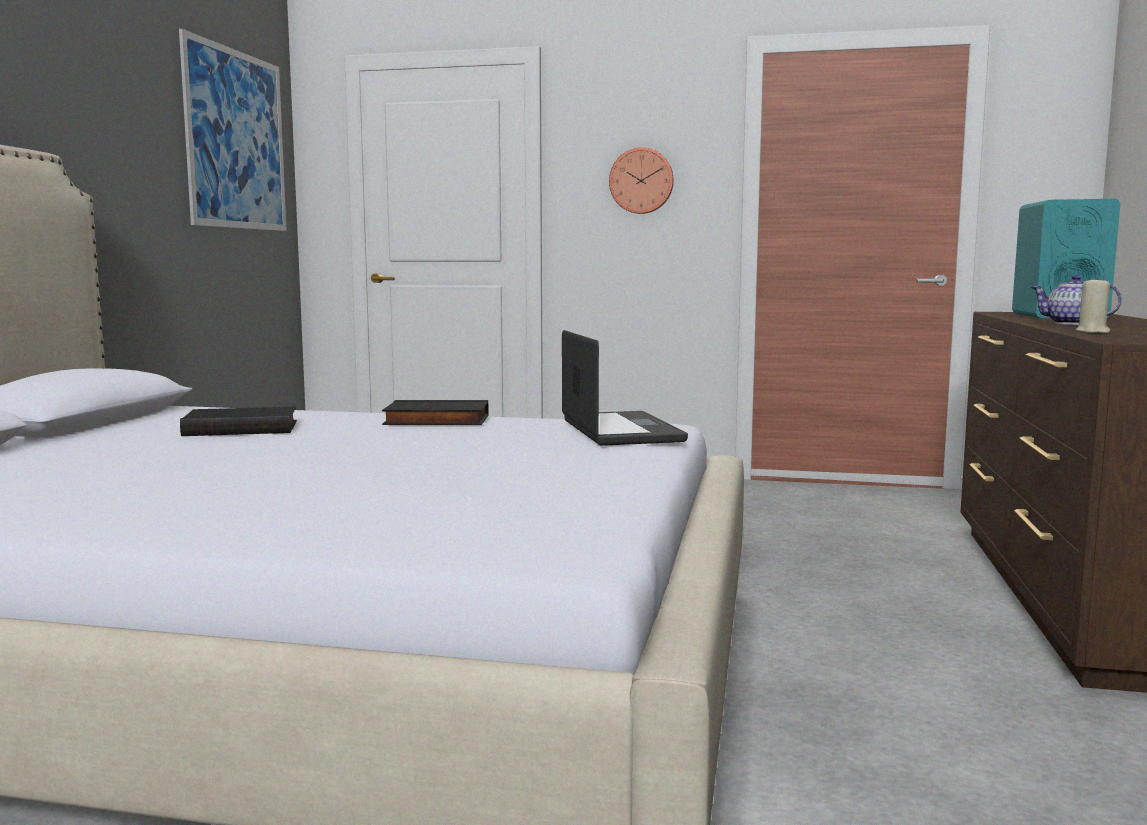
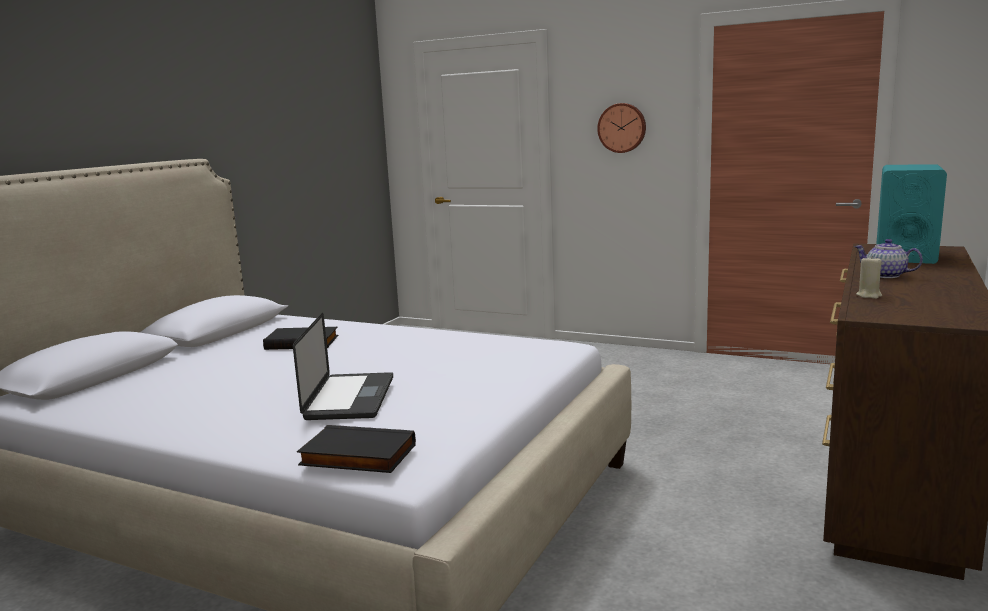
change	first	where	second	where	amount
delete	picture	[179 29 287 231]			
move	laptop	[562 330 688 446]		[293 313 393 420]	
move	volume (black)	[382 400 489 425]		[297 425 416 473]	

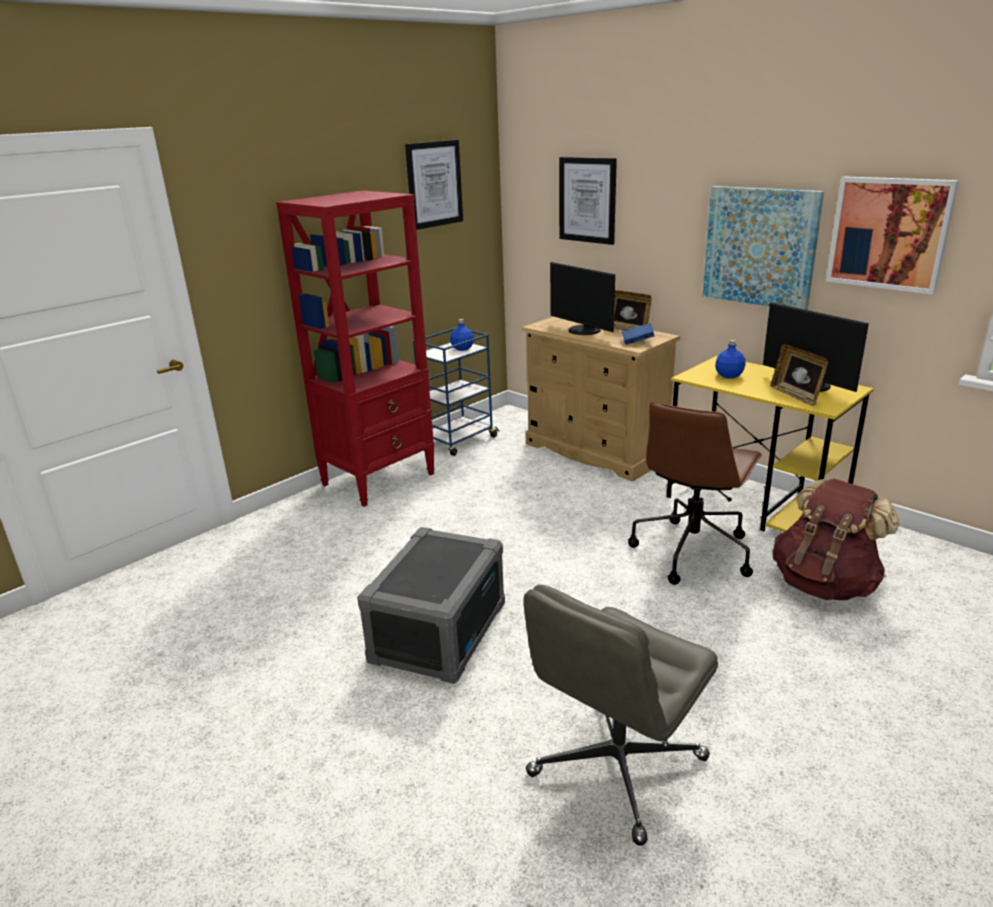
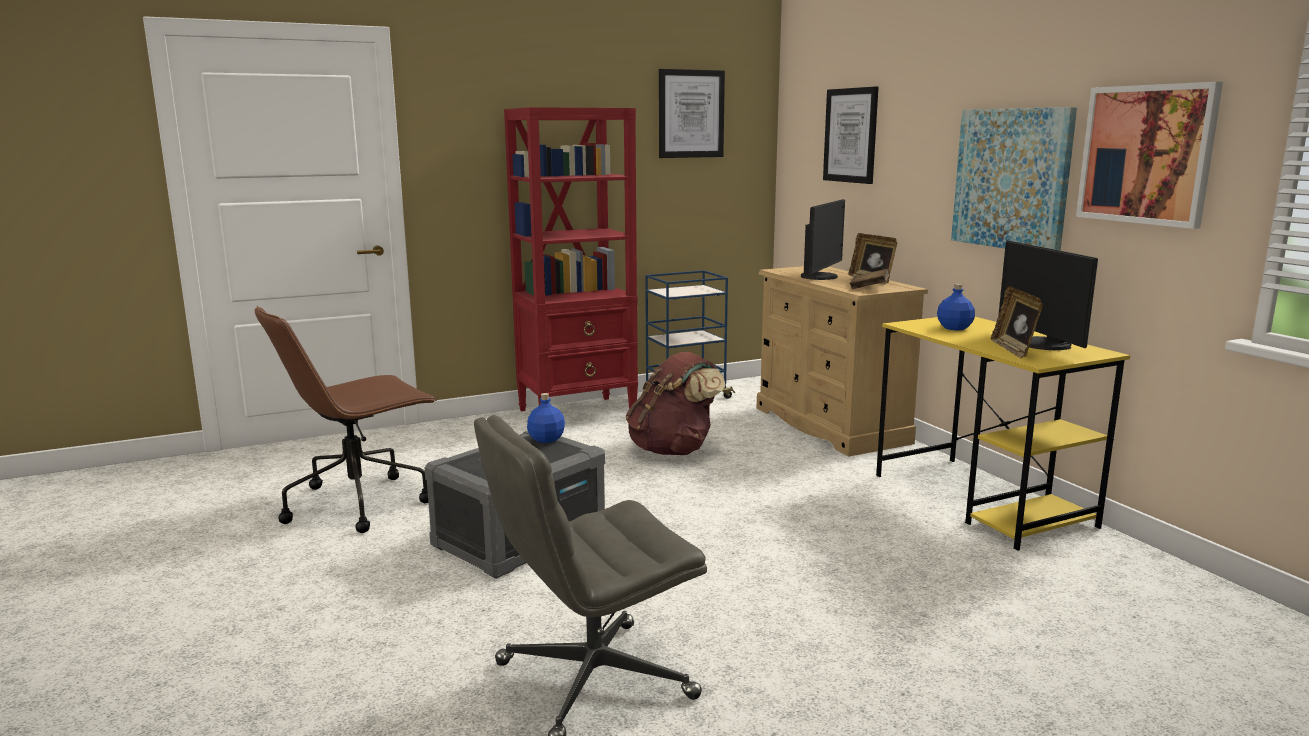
change	first	where	second	where	amount
rotate	computer display	[550 262 615 335]		[801 199 845 280]	135 degrees counterclockwise
move	bottle (blue-coloured)	[450 319 474 351]		[527 393 565 443]	
recolor	volume (blue-coloured)	[622 323 655 345]	volume (brownish)	[850 269 890 289]	
move	desk chair (brownish)	[628 402 763 585]		[255 306 437 533]	
move	rucksack (brownish)	[772 478 900 600]		[626 352 726 455]	

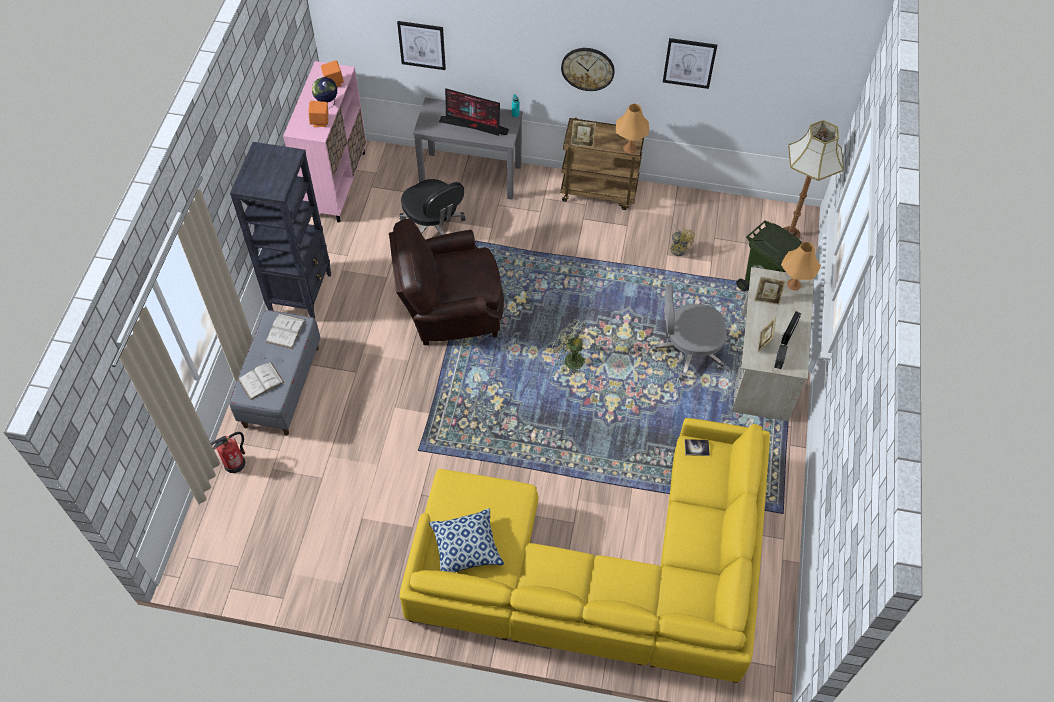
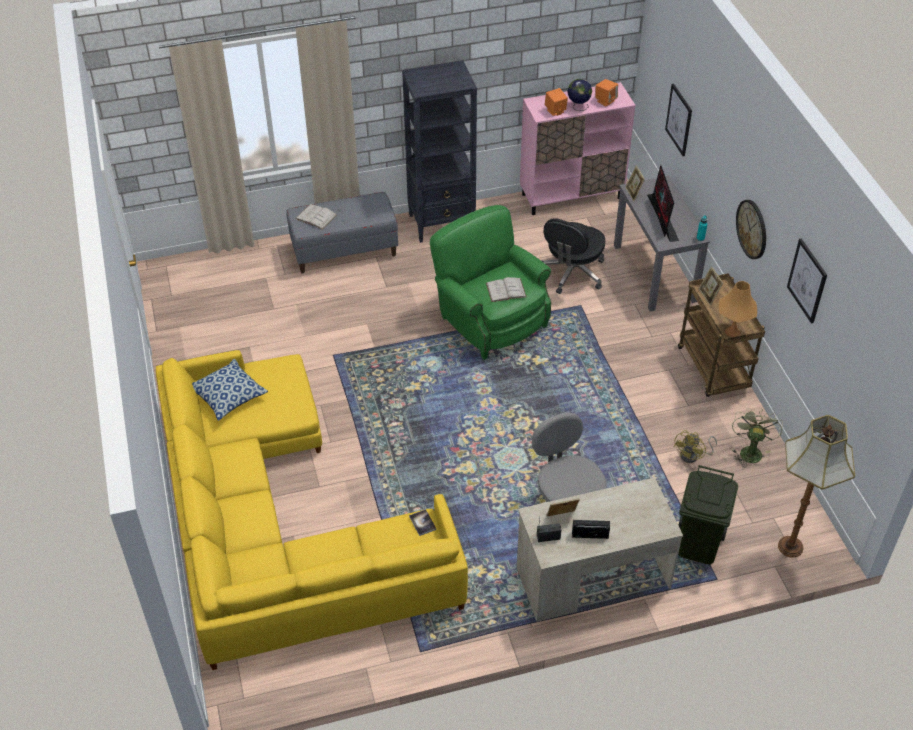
change	first	where	second	where	amount
recolor	lounge chair (brownish)	[389 218 504 345]	lounge chair (green)	[430 205 551 360]	
delete	lamp for a table (orangey)	[781 242 821 290]			
move	standing frame	[754 277 786 305]		[625 165 645 201]	
move	volume (whitish)	[266 313 305 349]		[486 277 526 302]	
move	fan (green)	[550 319 586 374]		[732 408 783 468]	
delete	fire extinguisher	[210 432 245 473]			

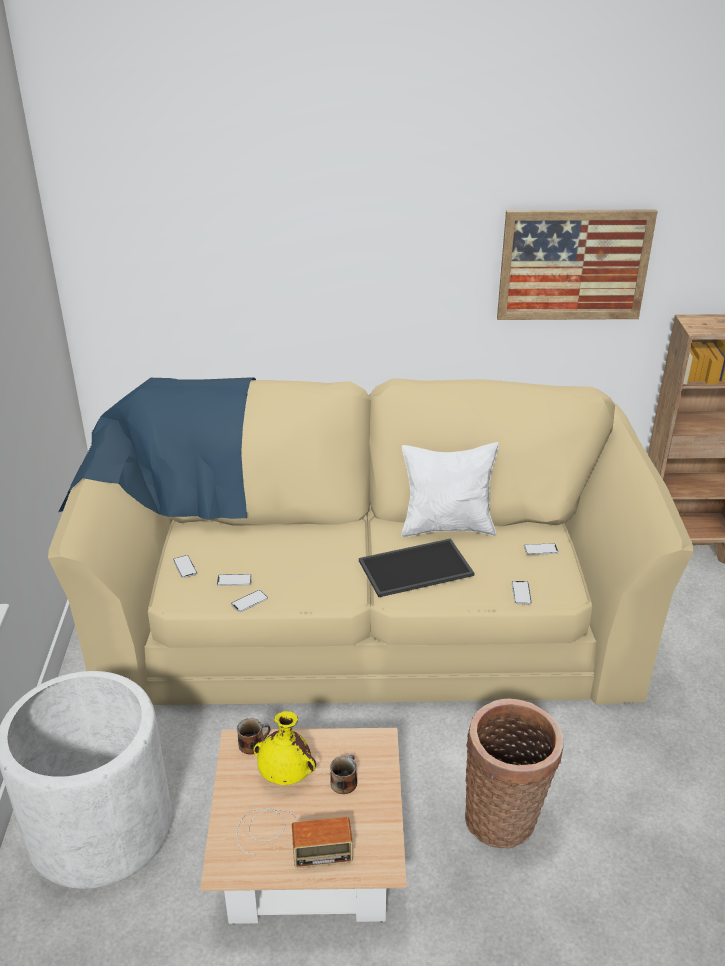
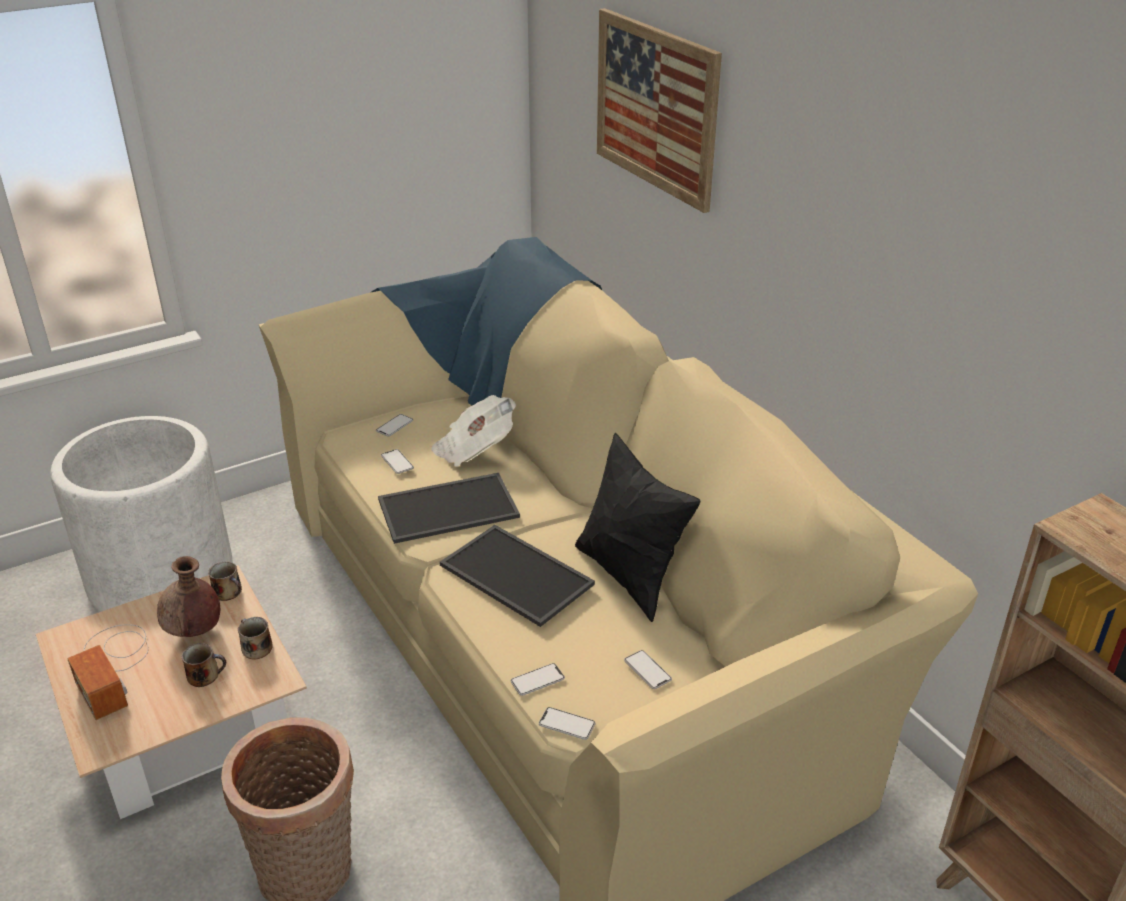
change	first	where	second	where	amount
move	picture	[497 209 658 320]		[597 8 722 213]	
recolor	throw pillow (whitish)	[401 442 499 537]	throw pillow (black)	[575 433 700 622]	
move	telephone	[231 590 268 612]		[539 707 595 740]	
recolor	decorative vase (yellowish)	[253 711 316 785]	decorative vase (brownish)	[157 556 220 637]	
insert			daily paper	[431 395 516 467]	
insert			tray	[378 473 520 544]	
insert			mug	[238 617 272 660]	

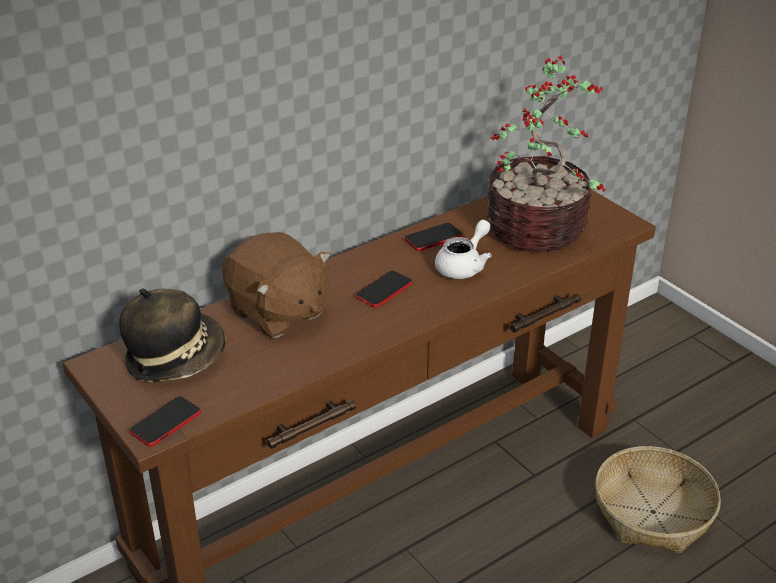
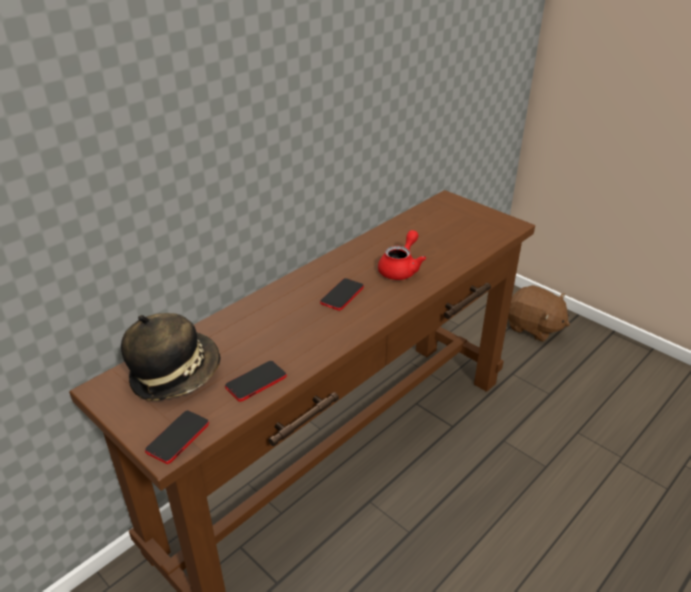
change	first	where	second	where	amount
delete	houseplant	[487 55 607 253]			
recolor	teapot (whitish)	[435 220 492 279]	teapot (red)	[378 230 426 280]	
move	telephone	[405 223 463 251]		[225 361 287 402]	
move	plush toy (brownish)	[222 232 331 338]		[508 285 570 342]	
delete	basket	[596 446 721 554]			

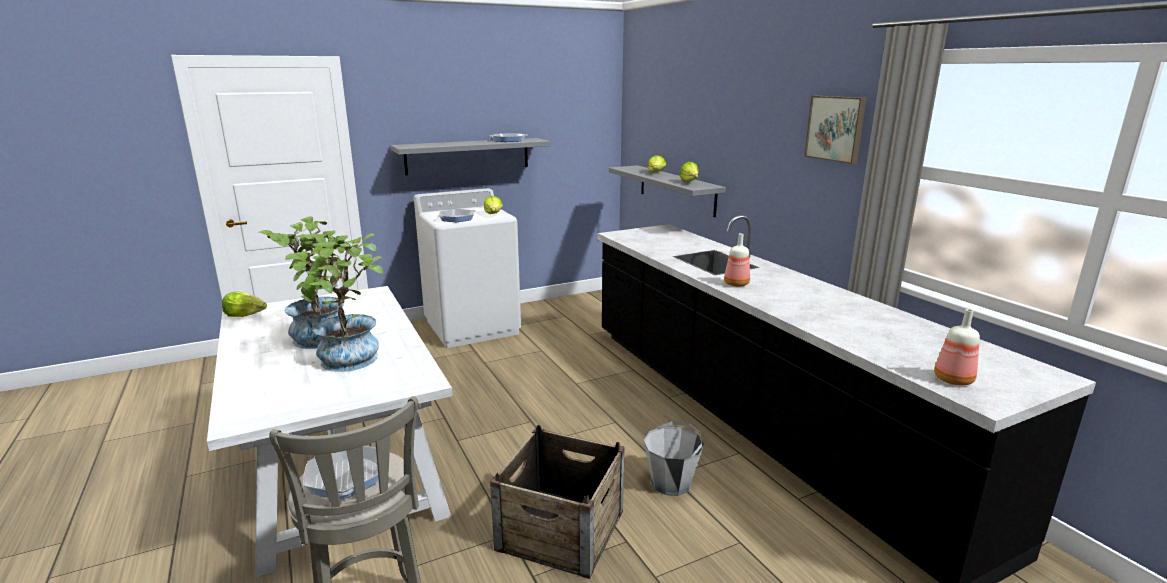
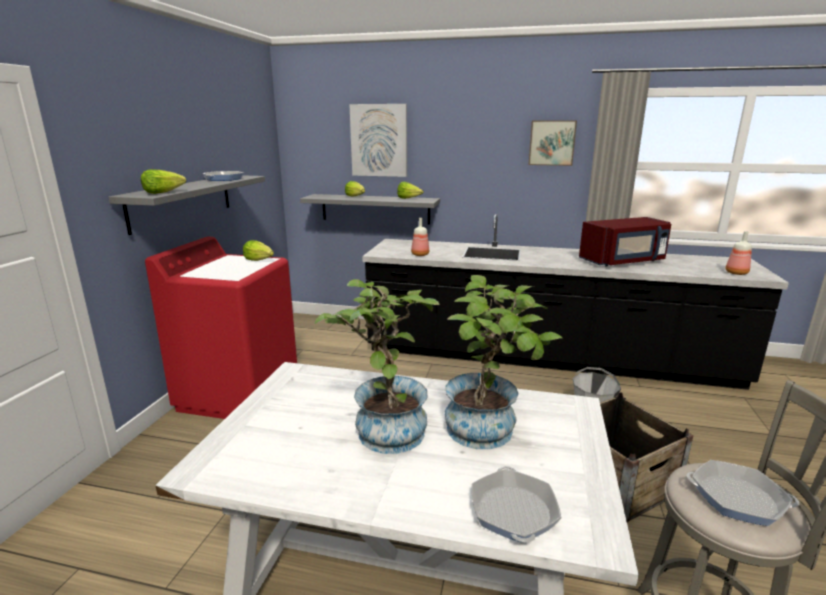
change	first	where	second	where	amount
recolor	laundry appliance (whitish)	[414 188 521 348]	laundry appliance (red)	[145 237 297 419]	
move	skillet	[437 209 476 222]		[471 466 562 543]	
move	bottle	[724 233 750 287]		[411 218 429 256]	
move	lettuce head	[222 291 267 317]		[141 169 186 194]	
insert			picture	[349 104 407 177]	
insert			microwave (red)	[579 217 671 266]	

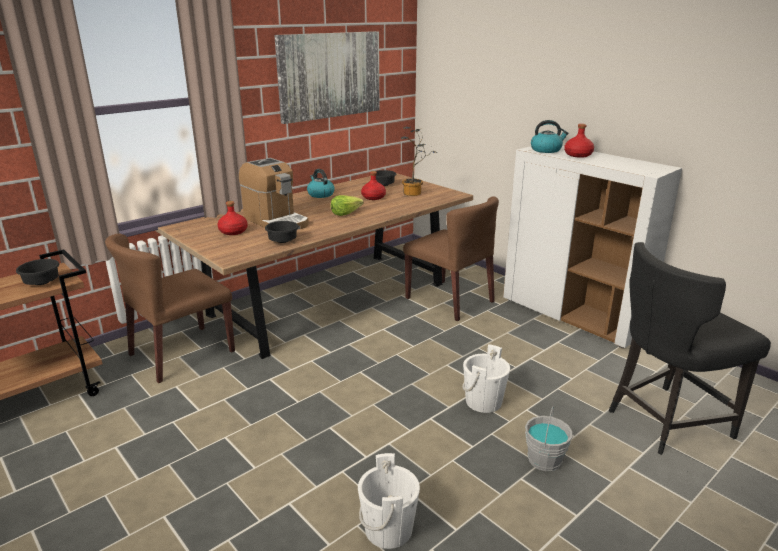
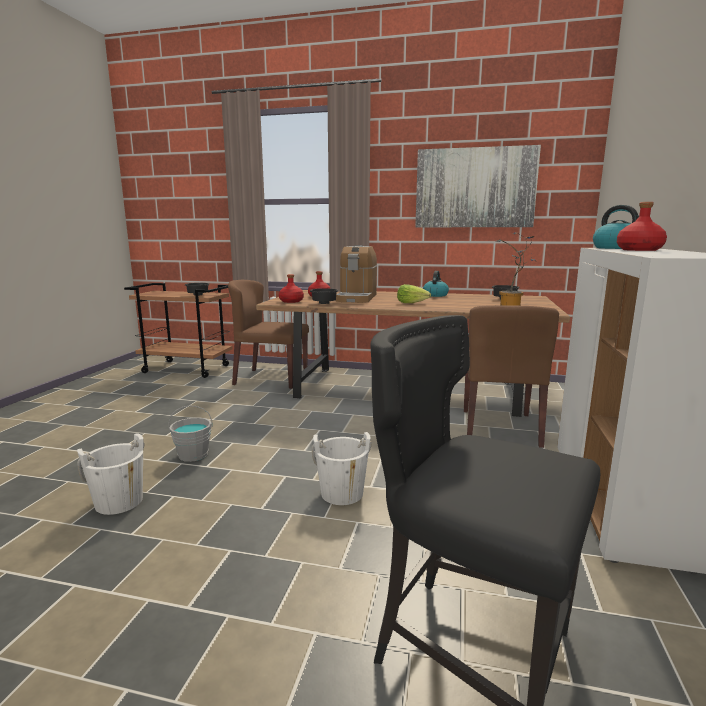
change	first	where	second	where	amount
move	bottle (red)	[361 171 386 200]		[279 274 304 303]	
move	bucket (grey)	[525 406 572 471]		[168 405 213 462]	

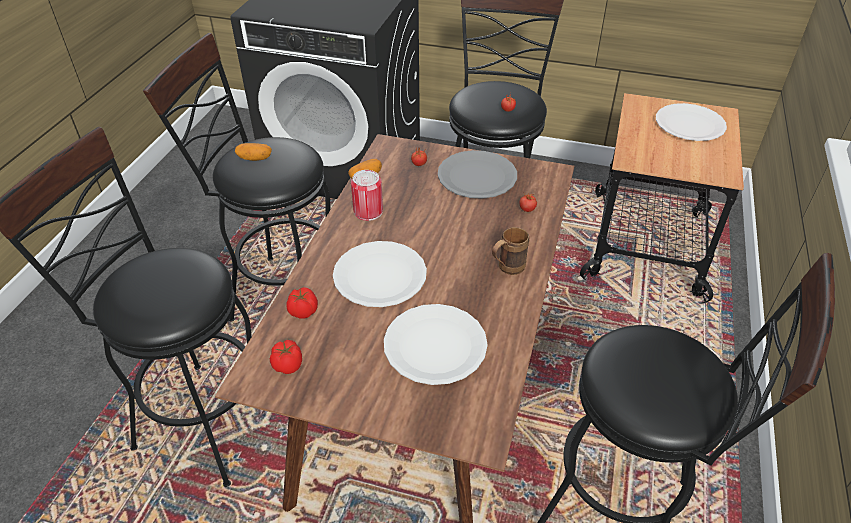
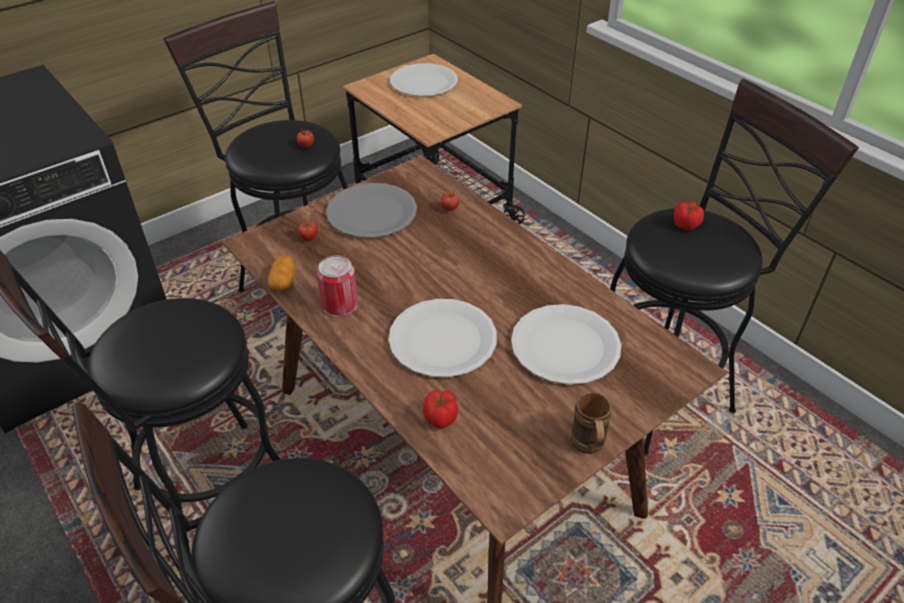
change	first	where	second	where	amount
delete	potato	[235 143 272 161]			
move	mug (brownish)	[492 227 529 275]		[571 392 611 454]	
move	tomato	[270 340 302 374]		[674 201 704 230]	

